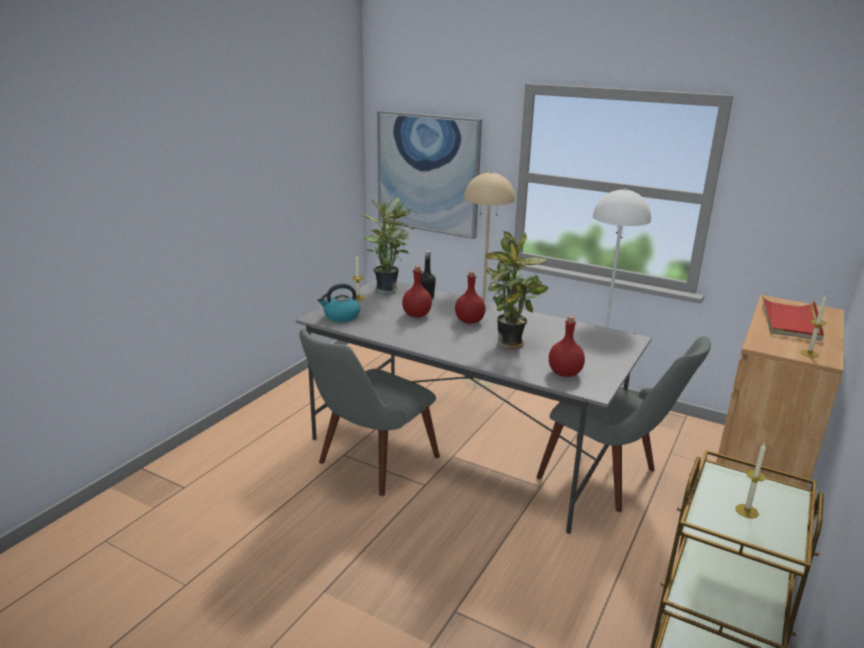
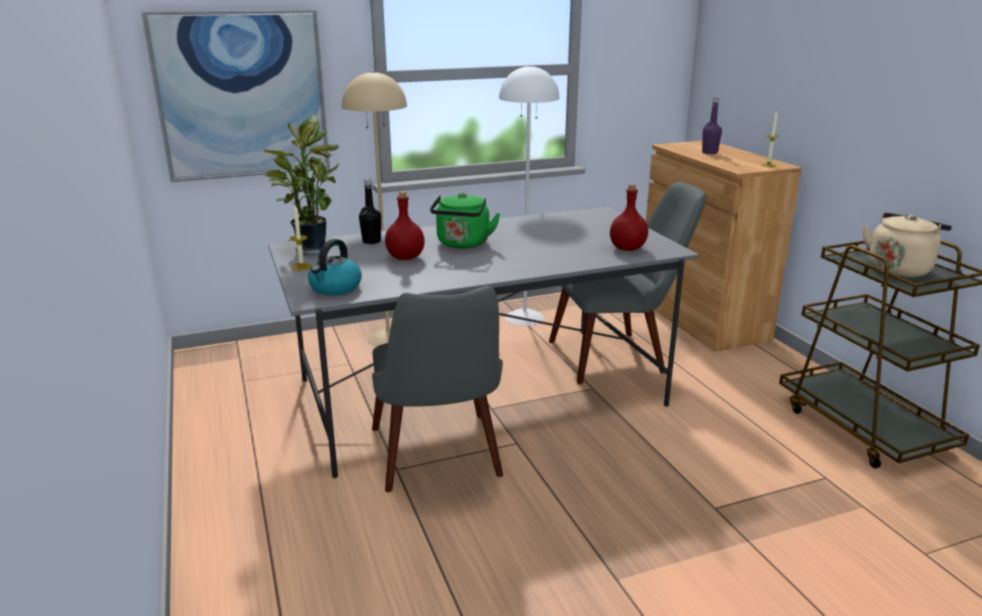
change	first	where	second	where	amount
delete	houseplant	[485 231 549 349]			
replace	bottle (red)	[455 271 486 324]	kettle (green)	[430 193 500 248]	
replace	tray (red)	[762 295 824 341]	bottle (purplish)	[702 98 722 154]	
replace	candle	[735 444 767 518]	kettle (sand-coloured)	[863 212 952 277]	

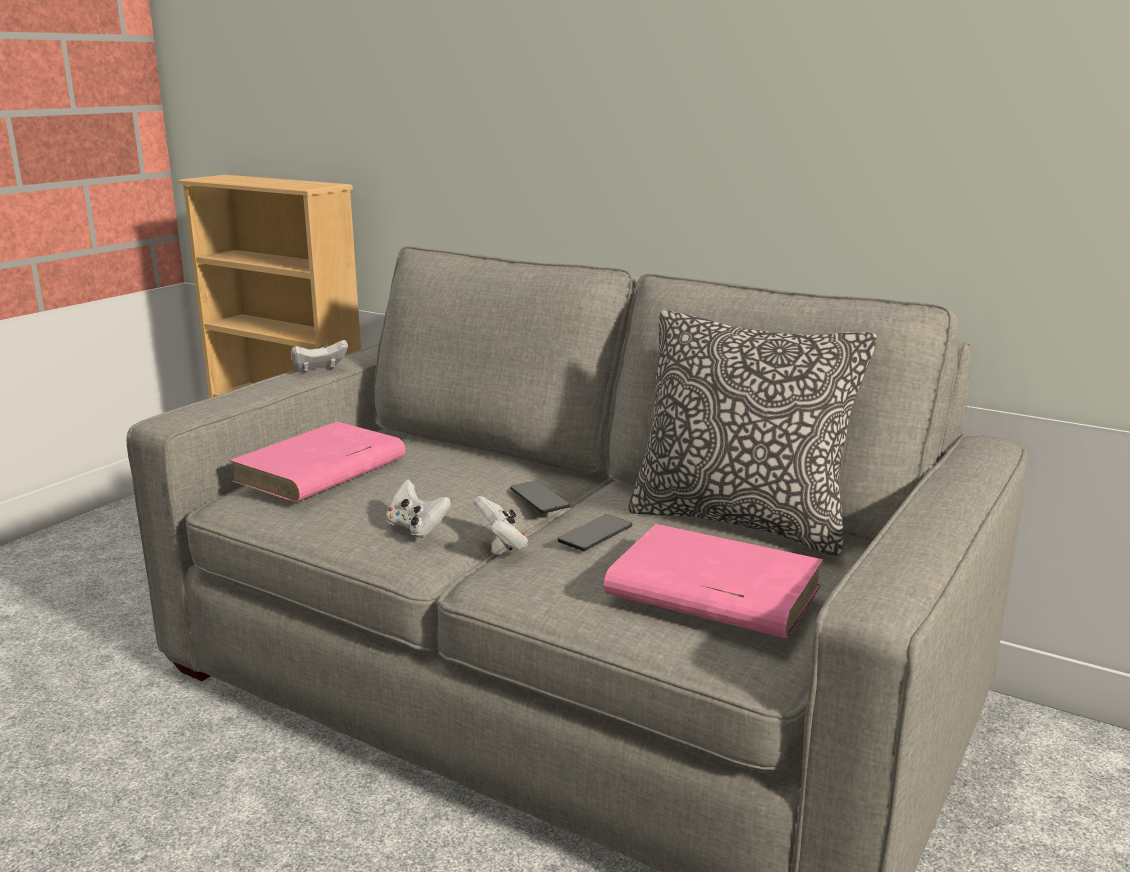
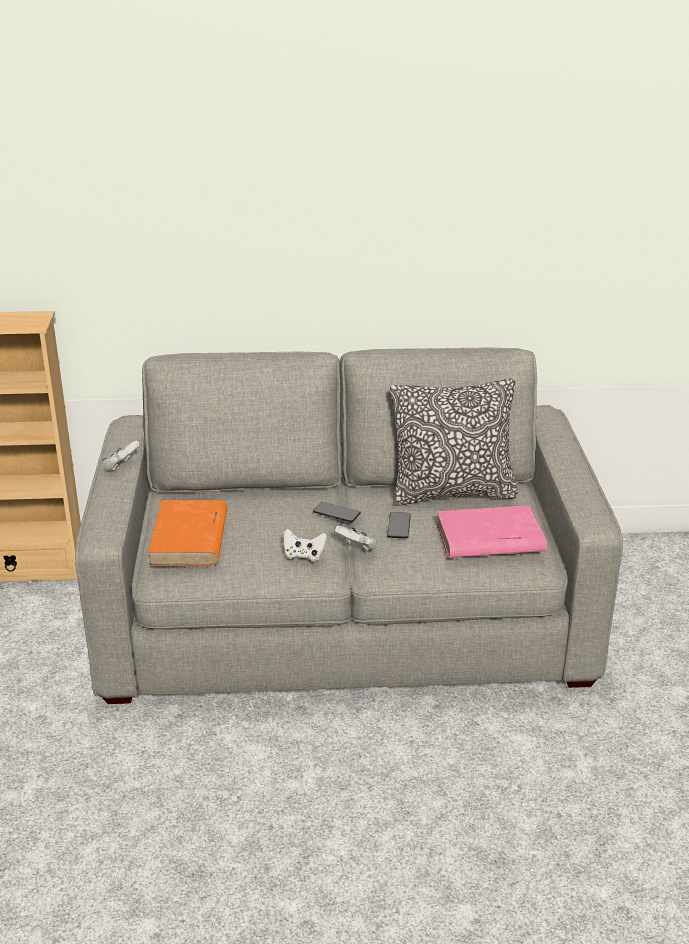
change	first	where	second	where	amount
recolor	volume (pink)	[229 422 405 502]	volume (orangey)	[148 500 228 565]	

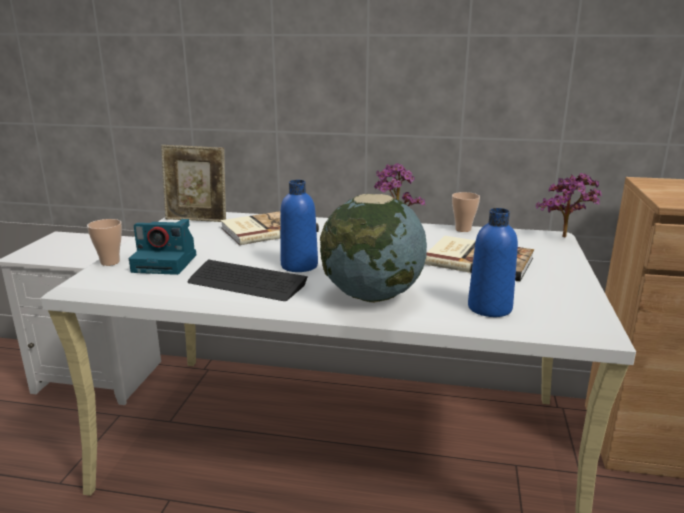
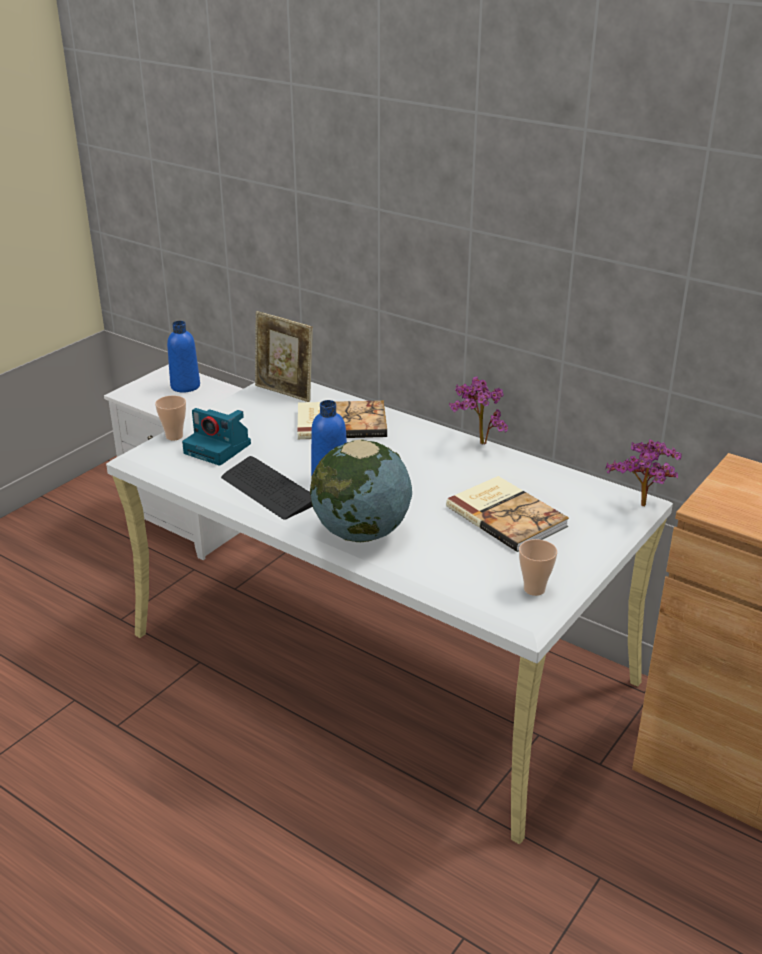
change	first	where	second	where	amount
move	small cup	[452 192 480 232]		[519 539 557 596]	
move	bottle (blue-coloured)	[468 208 518 317]		[167 321 200 392]	

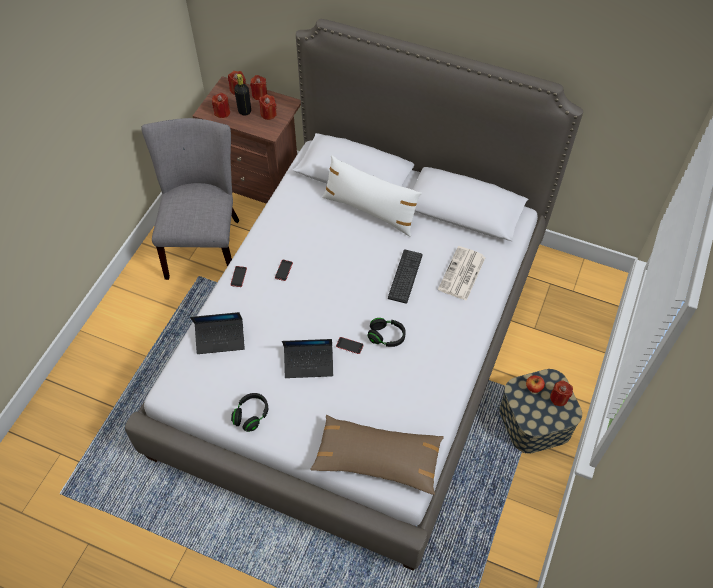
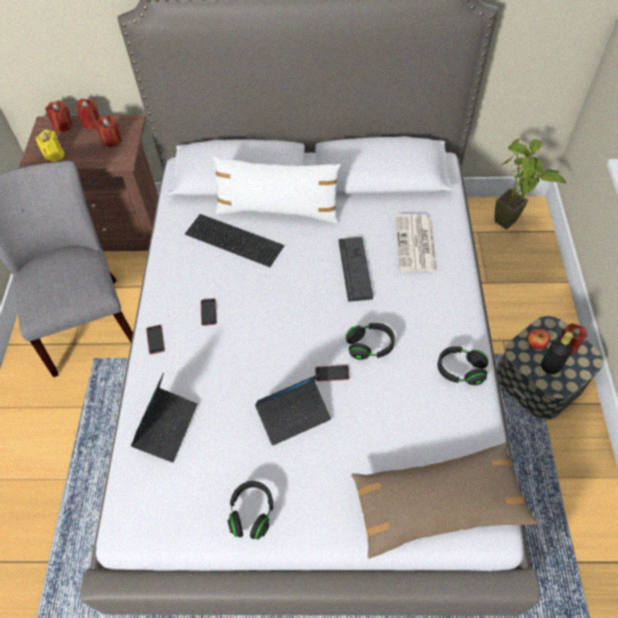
change	first	where	second	where	amount
move	bottle (black)	[234 74 251 116]		[541 332 573 374]	
recolor	candle (red)	[212 93 230 118]	candle (yellowish)	[36 130 64 162]	
rotate	laptop	[190 312 245 354]		[131 373 197 462]	45 degrees counterclockwise
insert			houseplant	[494 139 566 229]	
insert			PC keyboard	[185 214 284 267]	
insert			headphones (black)	[437 346 488 385]	

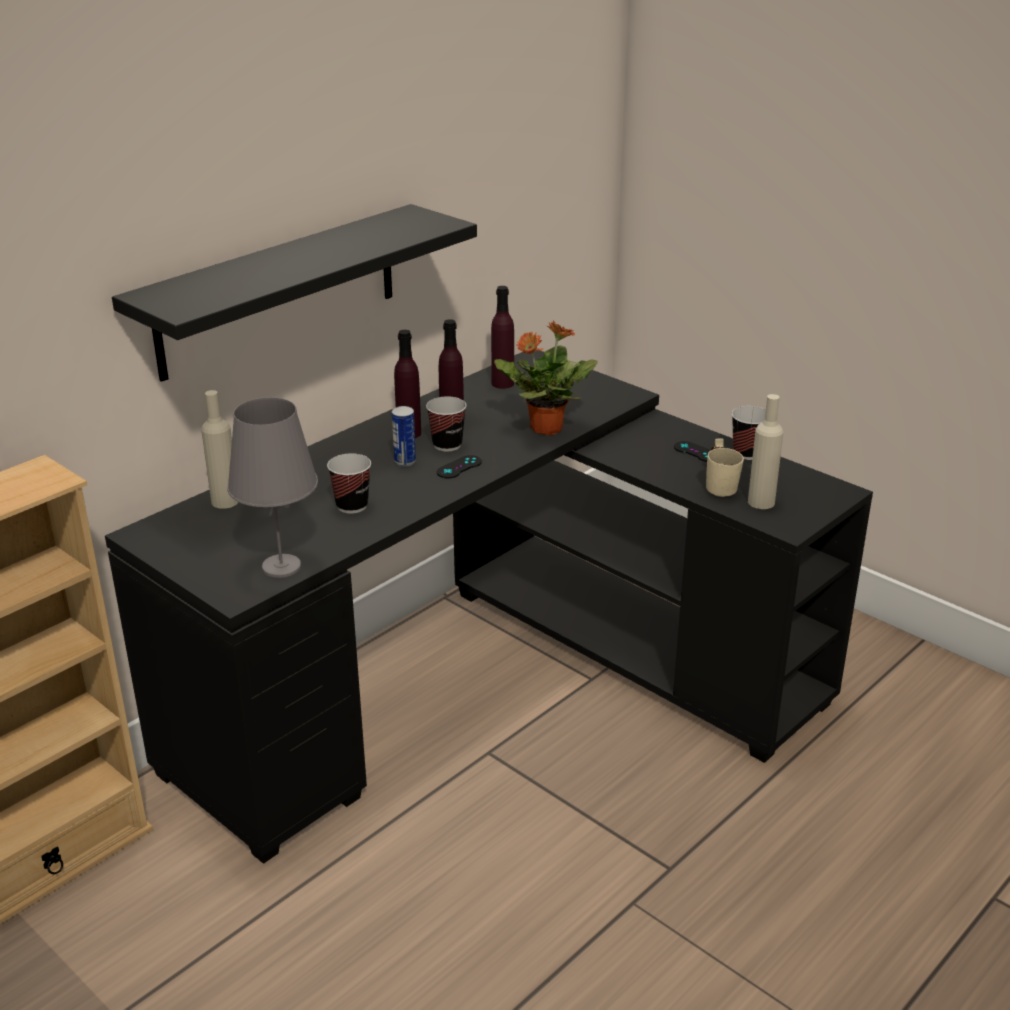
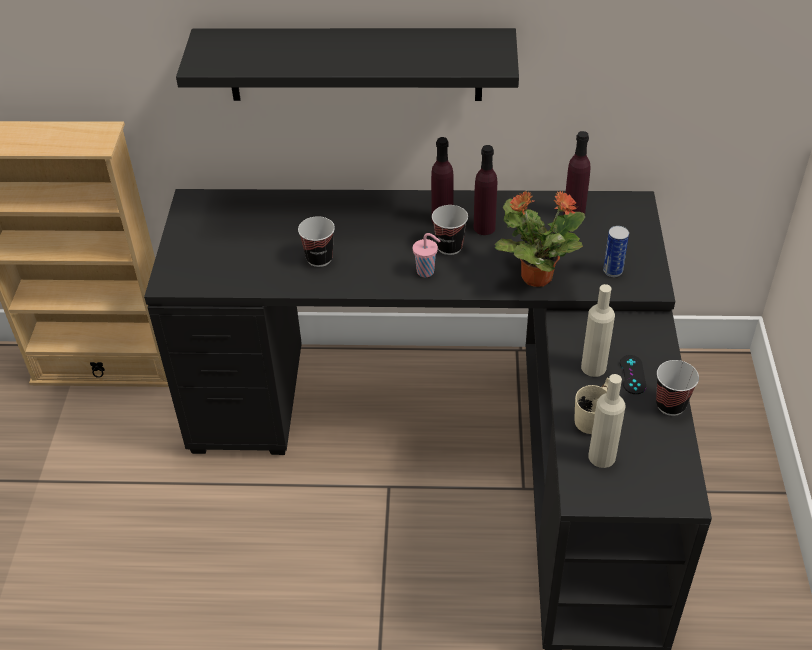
change	first	where	second	where	amount
move	bottle (sand-coloured)	[201 390 239 509]		[581 284 615 377]	
delete	lamp for a table (grey)	[227 397 318 578]			
move	sealed can	[392 406 416 467]		[603 226 629 277]	
replace	gamepad (black)	[436 455 482 479]	small cup (pink)	[413 233 440 277]	

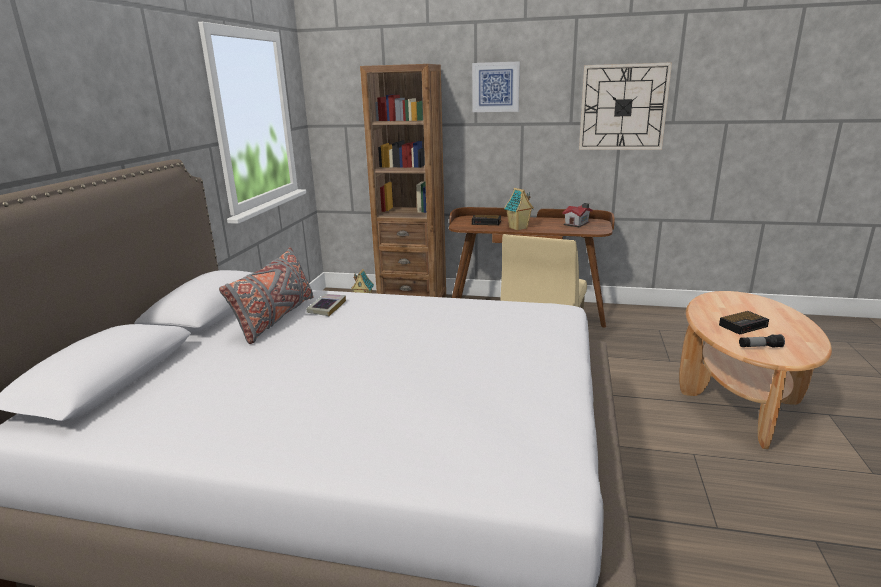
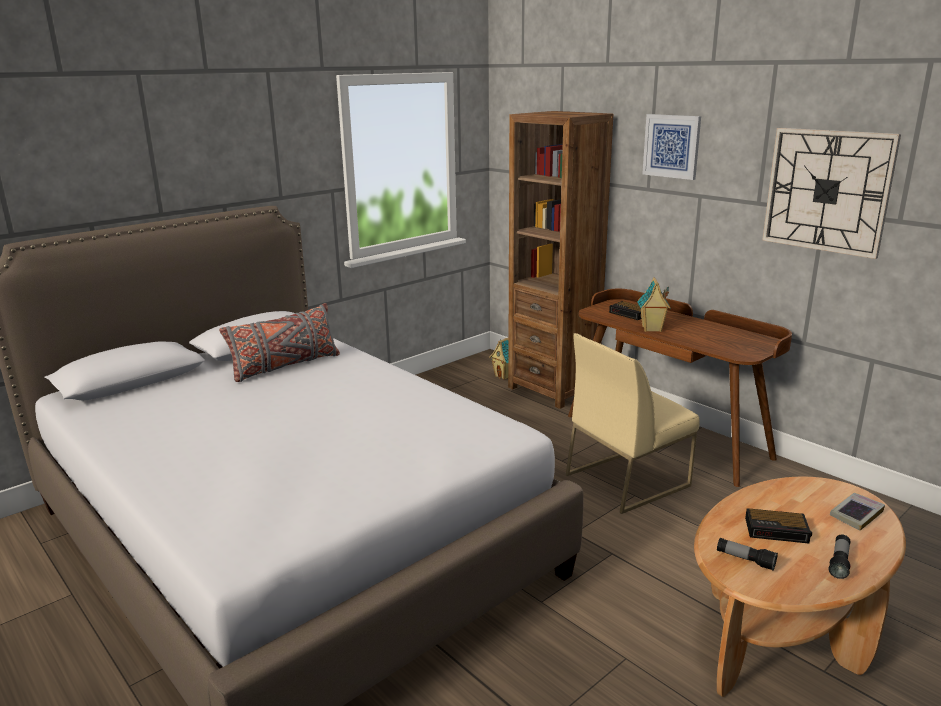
change	first	where	second	where	amount
delete	model house	[562 203 592 227]			
move	volume	[306 294 346 316]		[830 493 885 531]	
insert			flashlight	[829 535 851 579]	

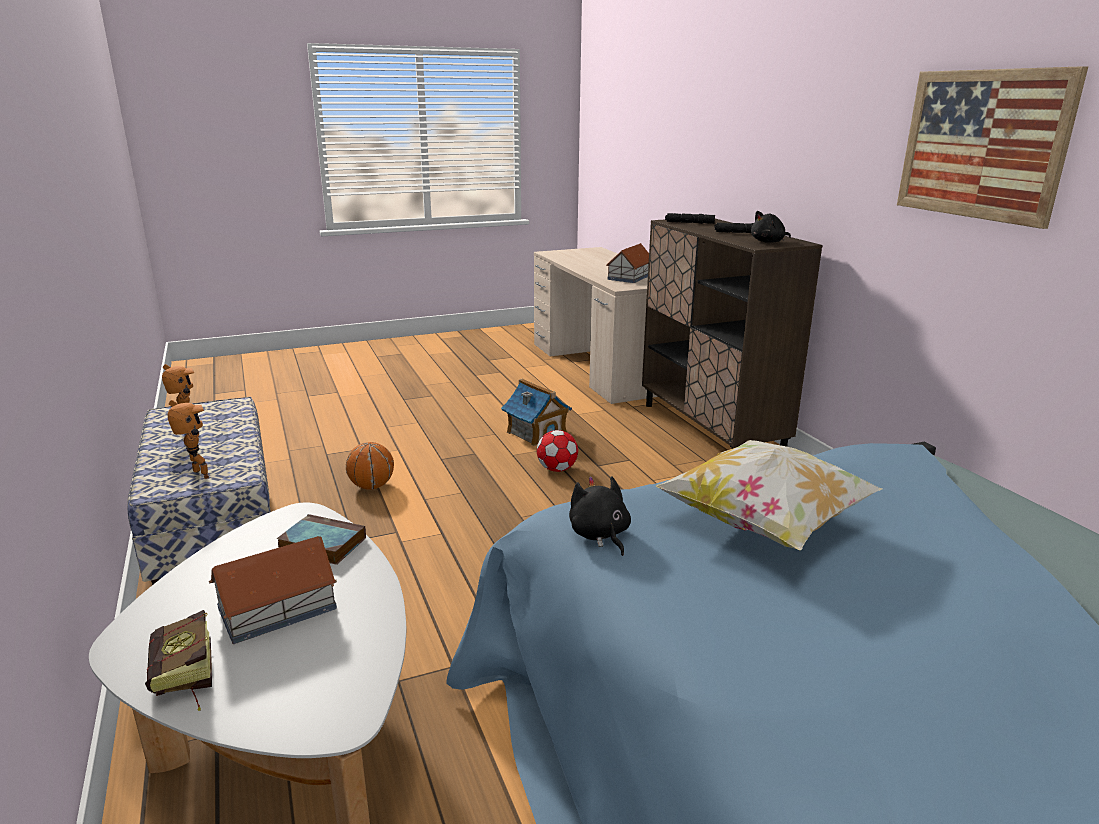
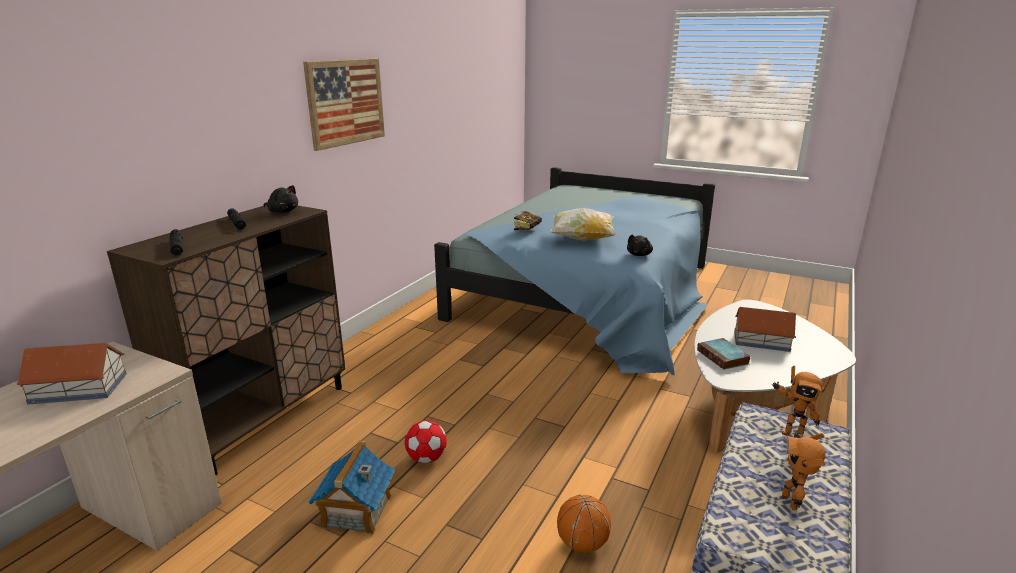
change	first	where	second	where	amount
rotate	robot figure	[167 400 209 479]		[772 366 831 436]	90 degrees counterclockwise
move	volume	[145 610 212 711]		[514 211 542 230]	

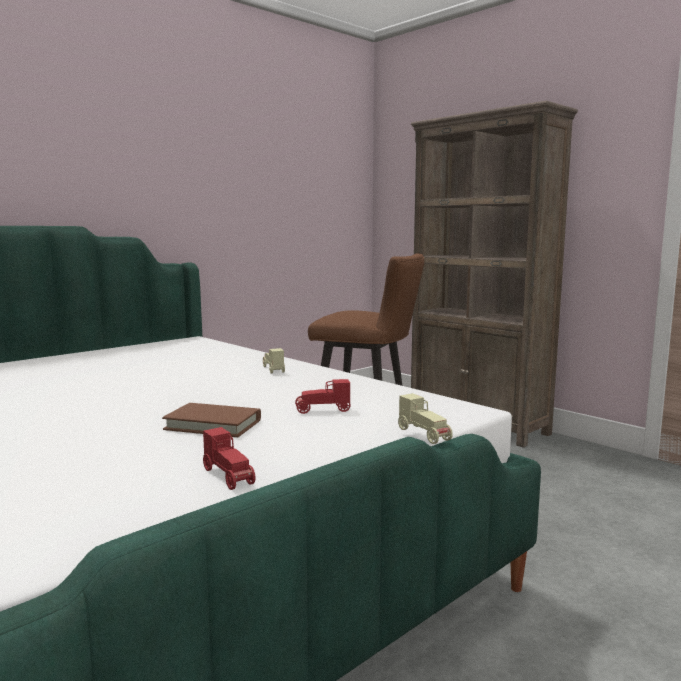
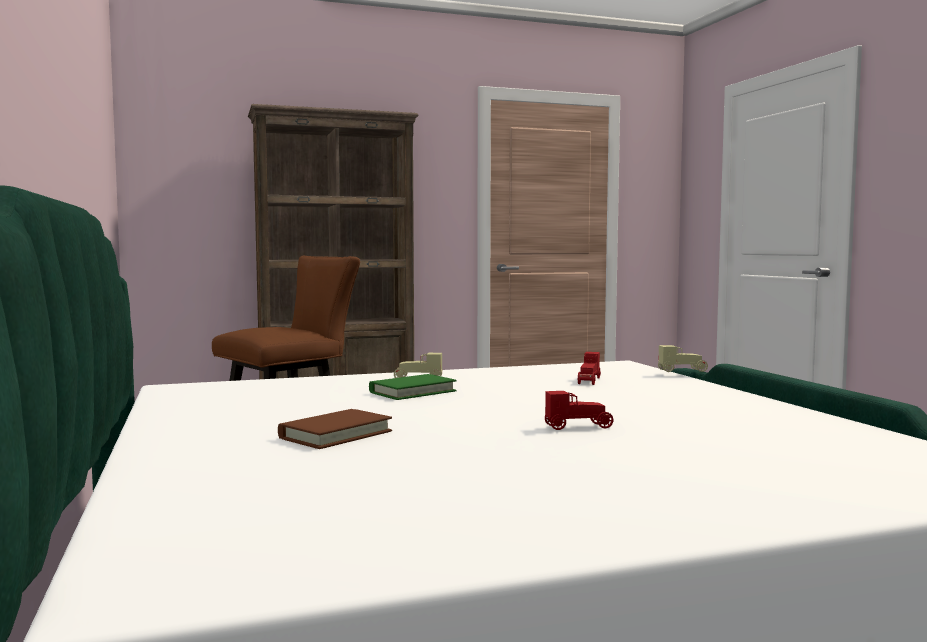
change	first	where	second	where	amount
move	volume (brownish)	[162 403 261 437]		[278 409 392 449]	
move	toy car (red)	[203 427 255 490]		[545 391 613 430]	
insert			volume (green)	[369 374 457 400]	

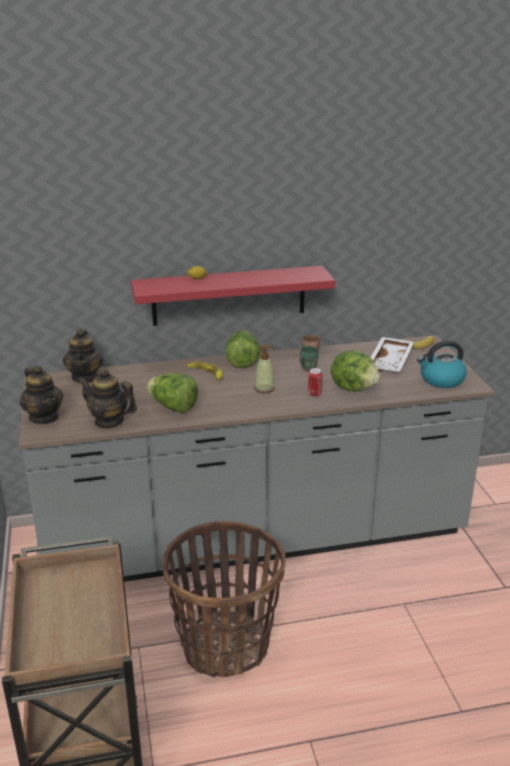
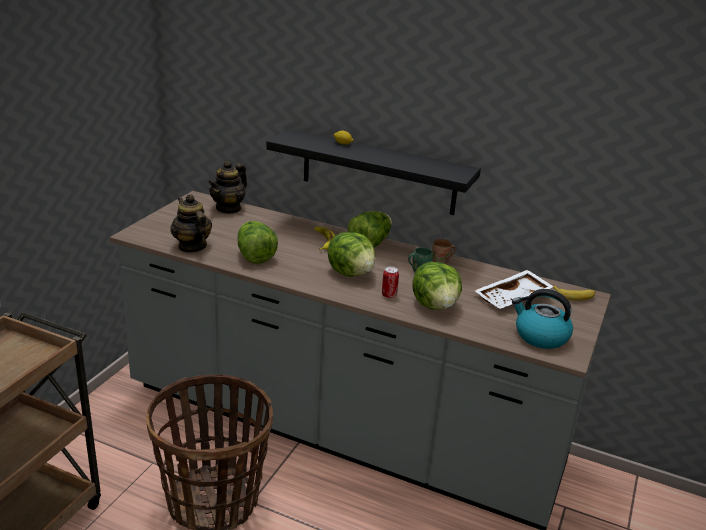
change	first	where	second	where	amount
recolor	shelf (red)	[131 266 335 326]	shelf (black)	[266 129 481 215]	
replace	soap bottle	[254 345 276 393]	lettuce head	[328 232 375 277]	
delete	teapot	[20 366 63 424]			

